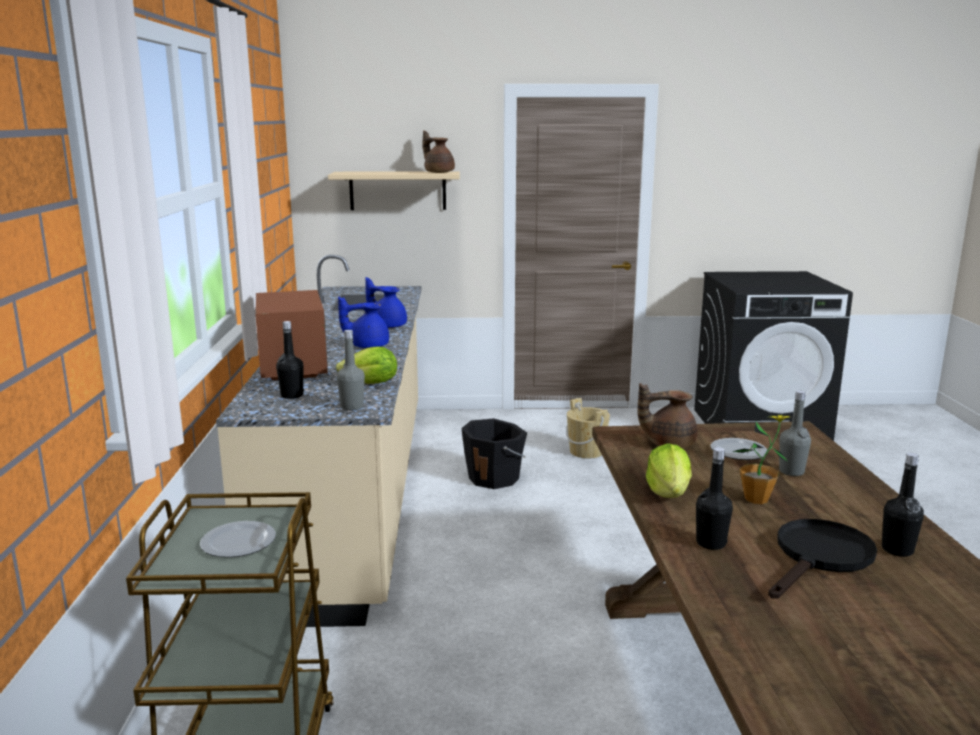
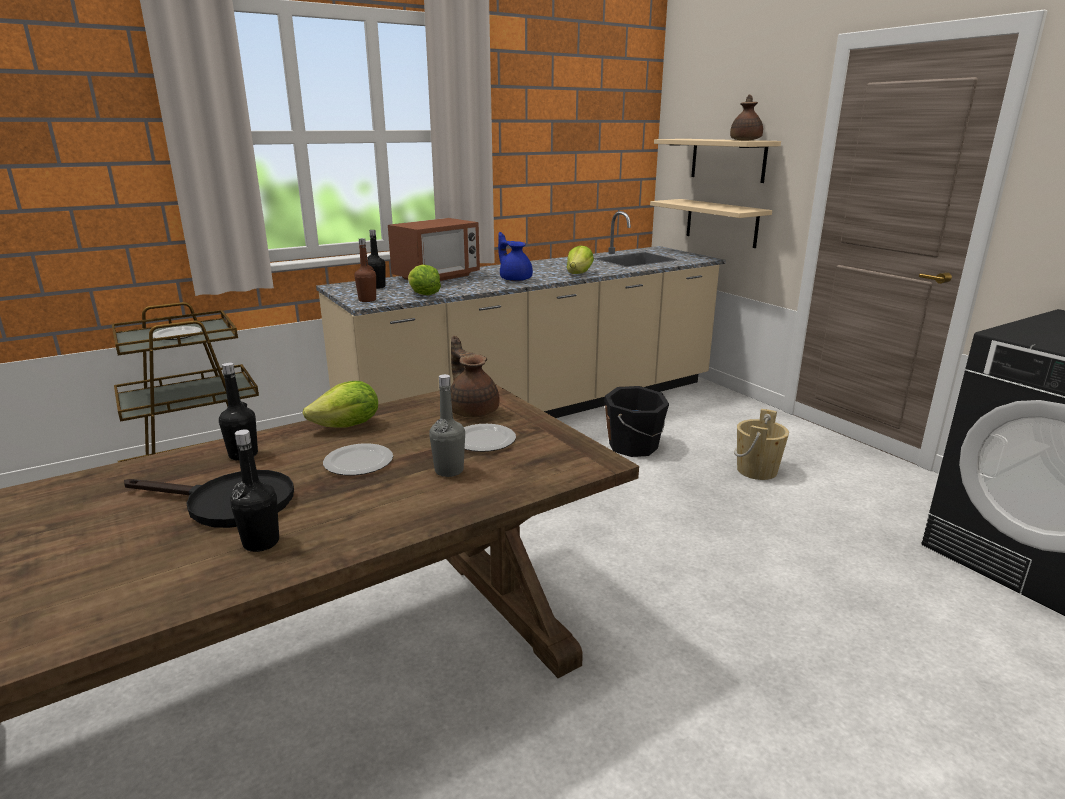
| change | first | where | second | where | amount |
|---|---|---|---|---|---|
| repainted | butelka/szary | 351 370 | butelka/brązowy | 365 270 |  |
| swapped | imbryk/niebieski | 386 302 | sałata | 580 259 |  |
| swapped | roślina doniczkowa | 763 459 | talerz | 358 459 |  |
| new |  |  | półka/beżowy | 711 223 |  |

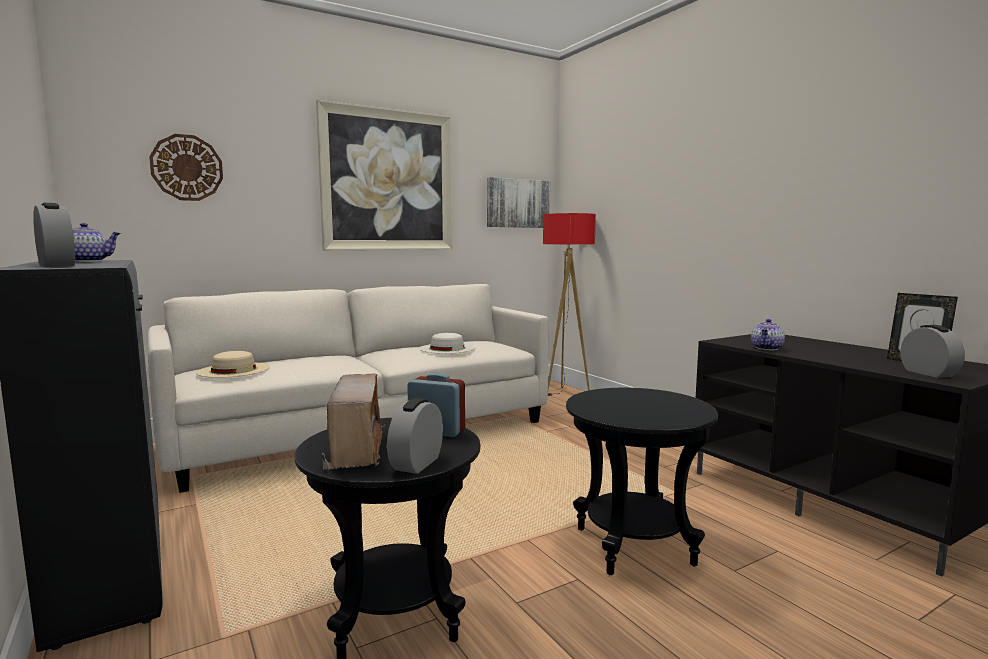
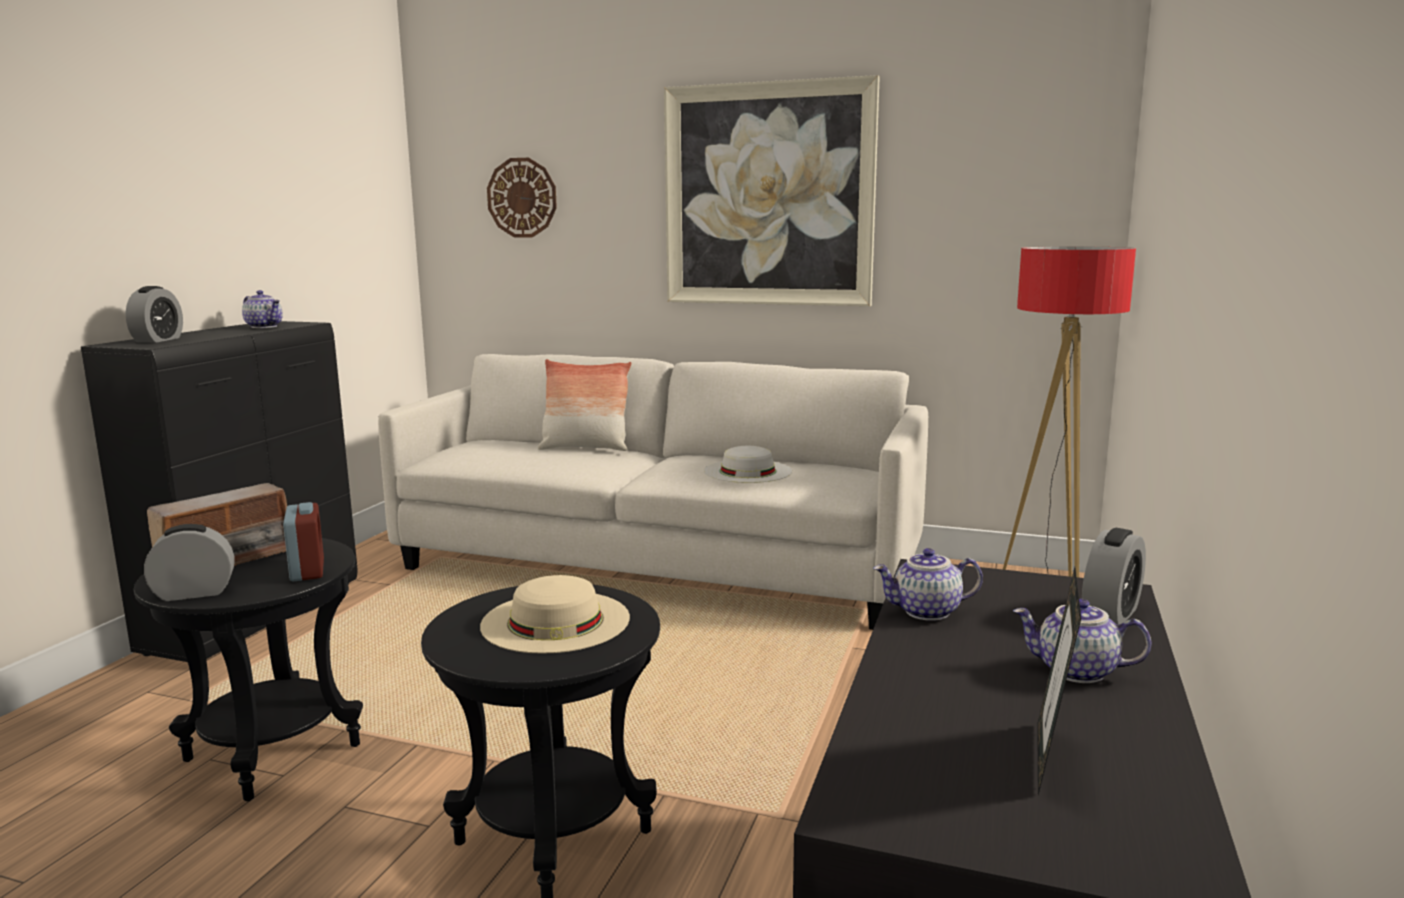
| change | first | where | second | where | amount |
|---|---|---|---|---|---|
| shifted | kapelusz/beżowy | 233 364 |  | 555 614 |  |
| gone | obraz | 518 202 |  |  |  |
| shifted | budzik | 932 351 |  | 1114 576 |  |
| new |  |  | poduszka | 585 405 |  |
| new |  |  | imbryk | 1082 641 |  |

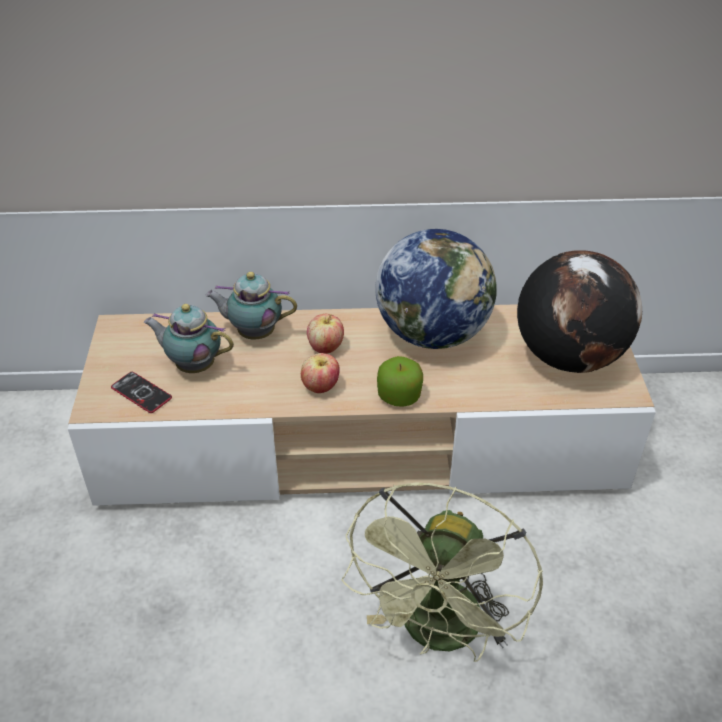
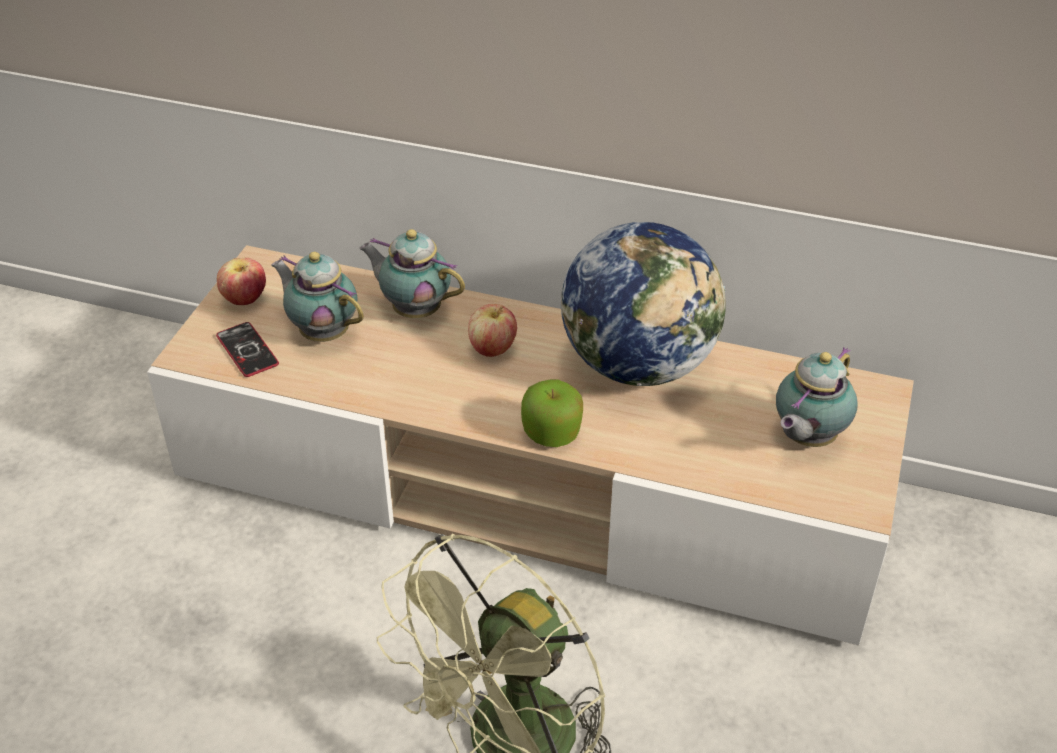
| change | first | where | second | where | amount |
|---|---|---|---|---|---|
| shifted | jabłko | 320 373 |  | 241 281 |  |
| swapped | globus | 579 311 | imbryk | 817 397 |  |

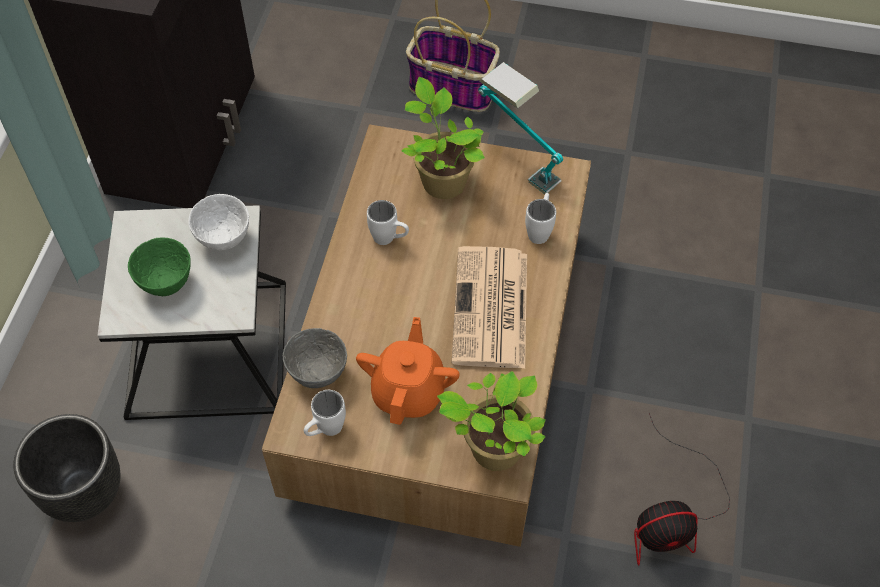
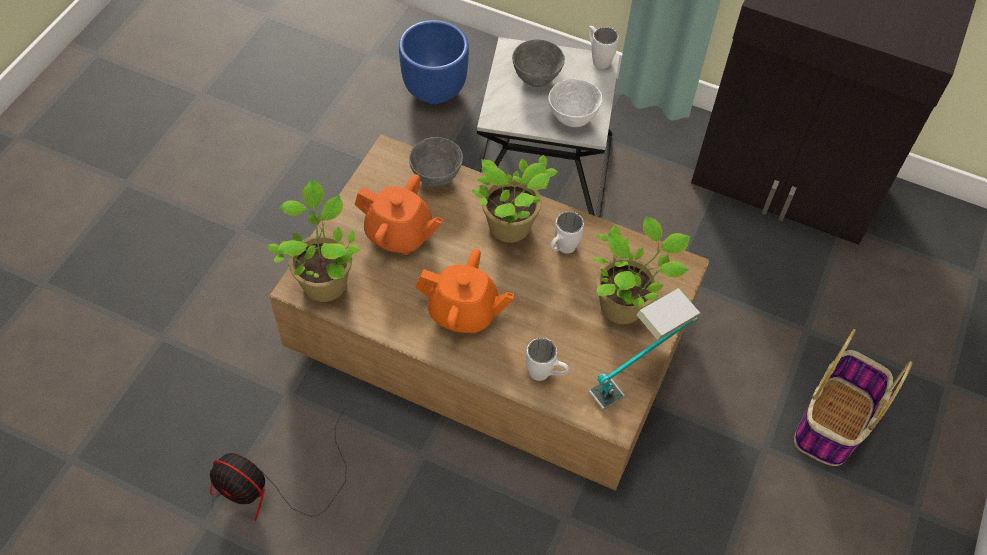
| change | first | where | second | where | amount |
|---|---|---|---|---|---|
| repainted | donica/czarny | 67 468 | donica/niebieski | 434 62 |  |
| repainted | miska/zielony | 159 266 | miska/szary | 538 63 |  |
| shifted | kubek/biały | 325 413 |  | 603 47 |  |
| swapped | gazeta | 489 307 | imbryk/pomarańczowy | 464 291 |  |
| rotated | wentylator | 682 489 |  | 278 464 | 60 degrees counterclockwise |
| new |  |  | roślina doniczkowa | 515 199 |  |

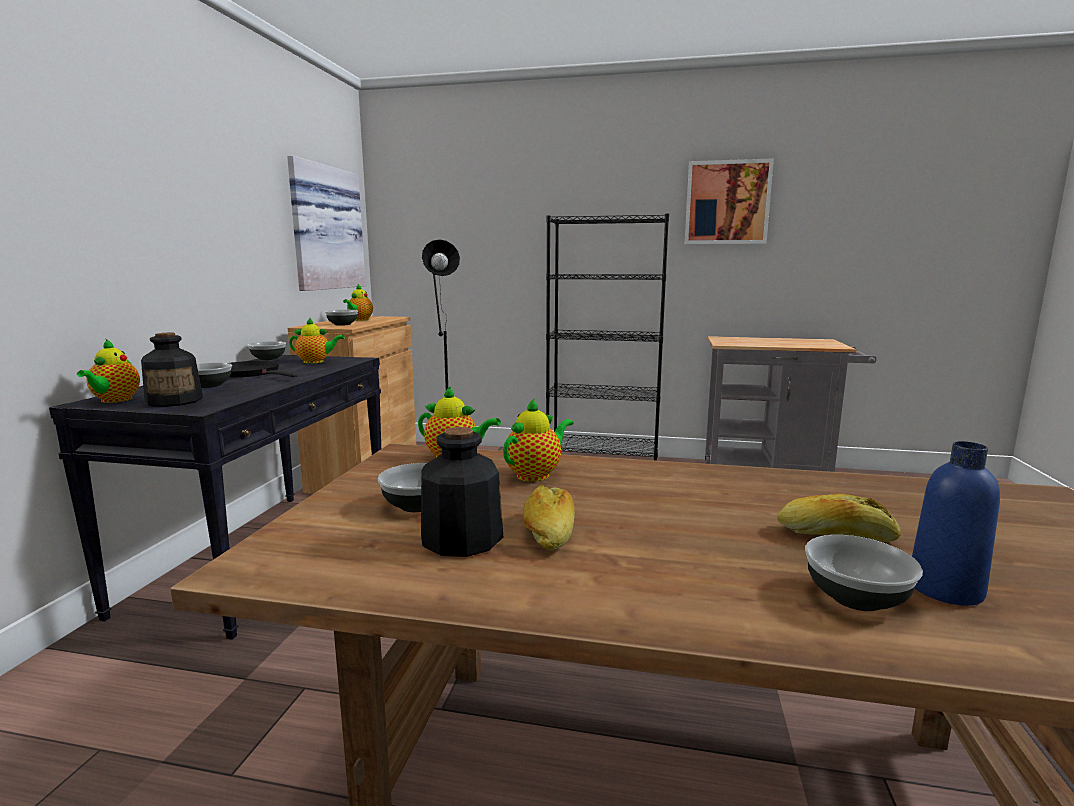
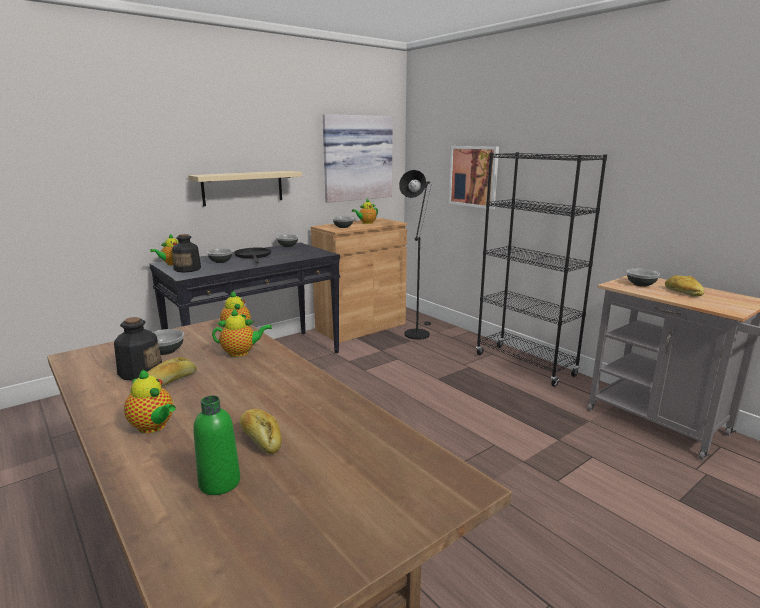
| change | first | where | second | where | amount |
|---|---|---|---|---|---|
| shifted | imbryk | 317 340 |  | 150 401 |  |
| shifted | obraz | 729 201 |  | 474 177 |  |
| shifted | miska | 864 573 |  | 643 277 |  |
| repainted | butelka/niebieski | 956 523 | butelka/zielony | 216 445 |  |
| new |  |  | półka/beżowy | 245 188 |  |
| new |  |  | chleb | 684 286 |  |

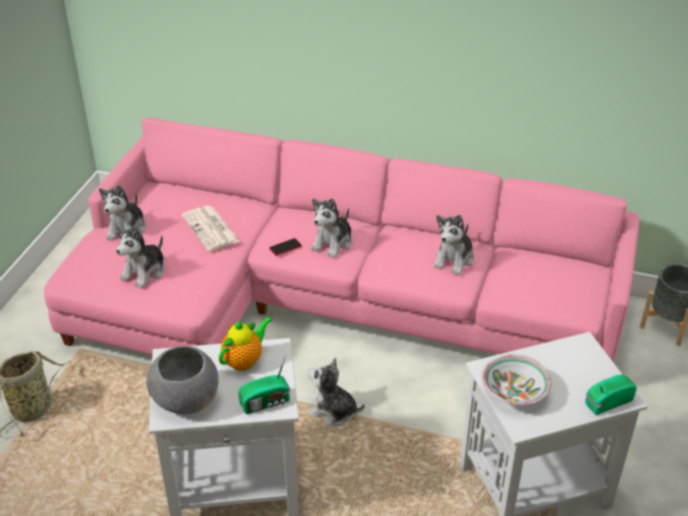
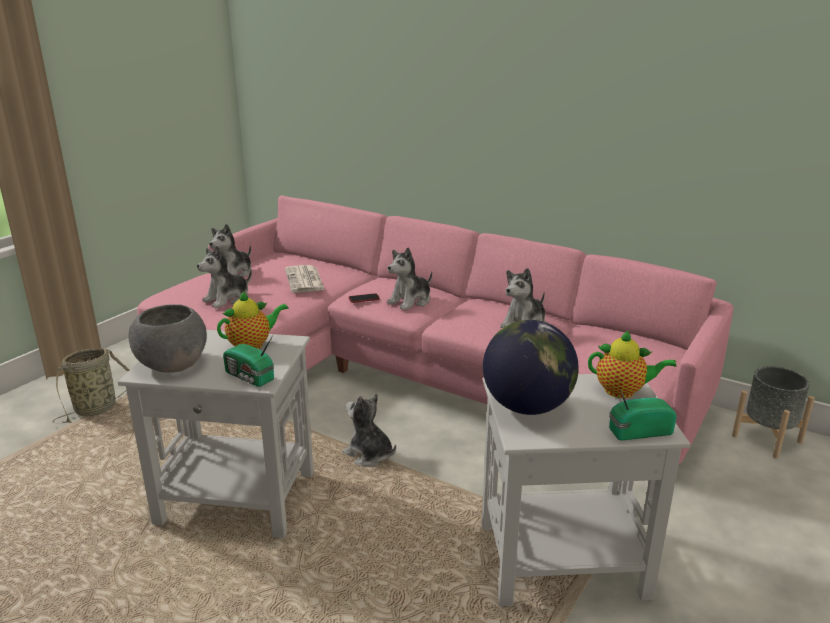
| change | first | where | second | where | amount |
|---|---|---|---|---|---|
| rotated | radio | 264 384 |  | 248 360 | 45 degrees clockwise |
| swapped | miska | 516 379 | globus | 531 367 |  |
| new |  |  | imbryk | 632 364 |  |

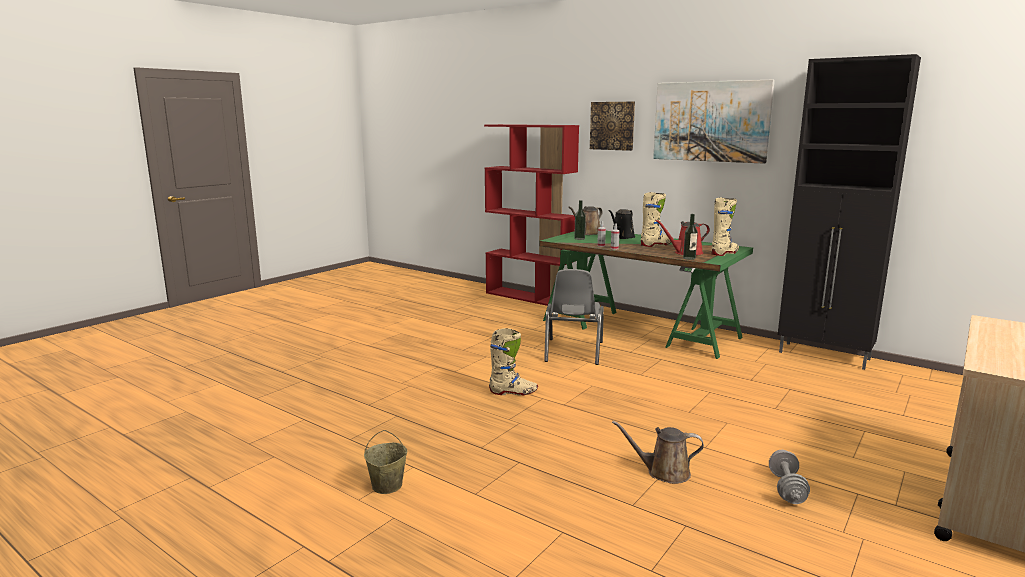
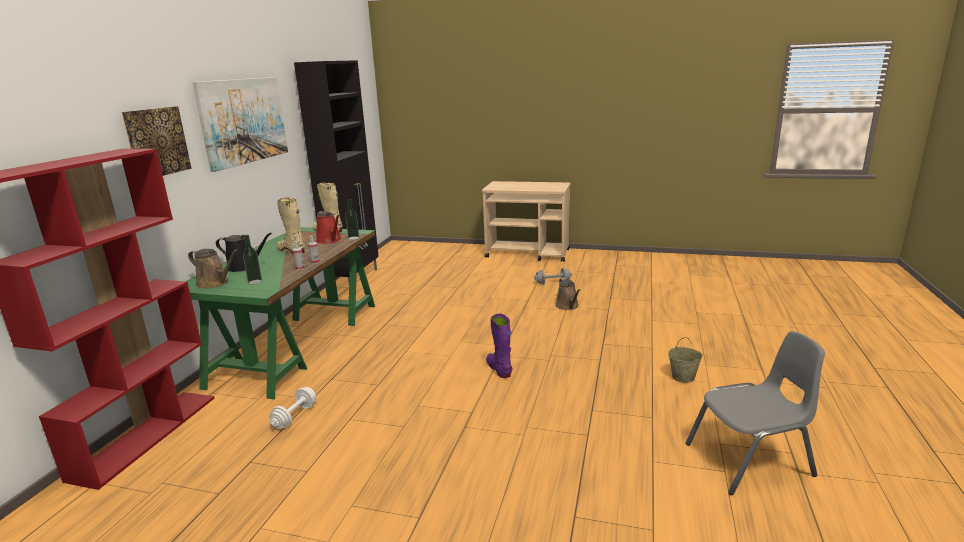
| change | first | where | second | where | amount |
|---|---|---|---|---|---|
| repainted | but z cholewką/beżowy | 513 362 | but z cholewką/fioletowy | 499 346 |  |
| shifted | krzesło/szary | 574 317 |  | 755 413 |  |
| new |  |  | hantel/biały | 292 408 |  |

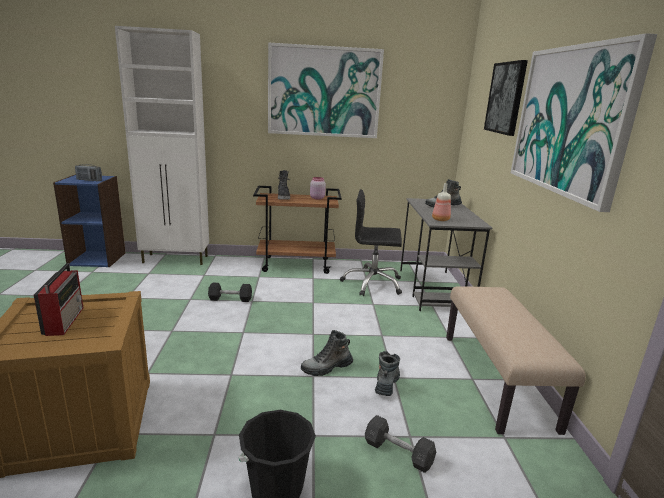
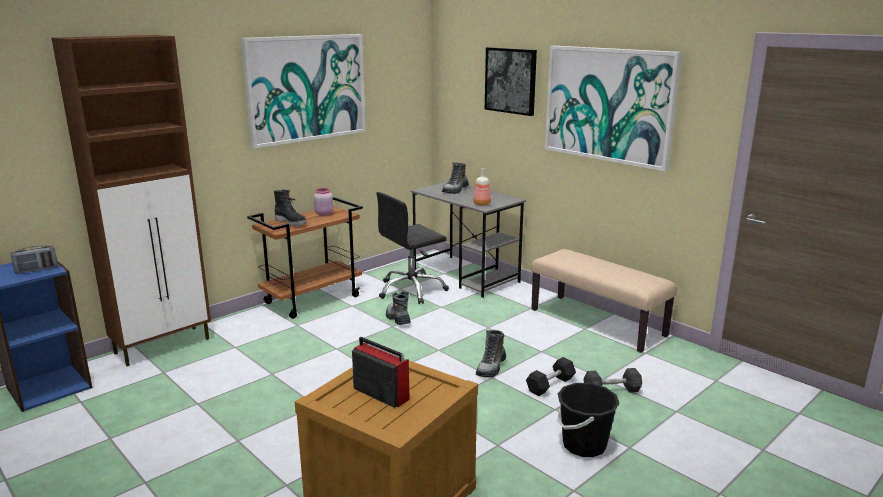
| change | first | where | second | where | amount |
|---|---|---|---|---|---|
| repainted | szafka/biały | 162 145 | szafka/brązowy | 131 200 |  |
| shifted | hantel/czarny | 230 292 |  | 551 376 |  |
| shifted | but z cholewką | 387 373 |  | 398 308 |  |

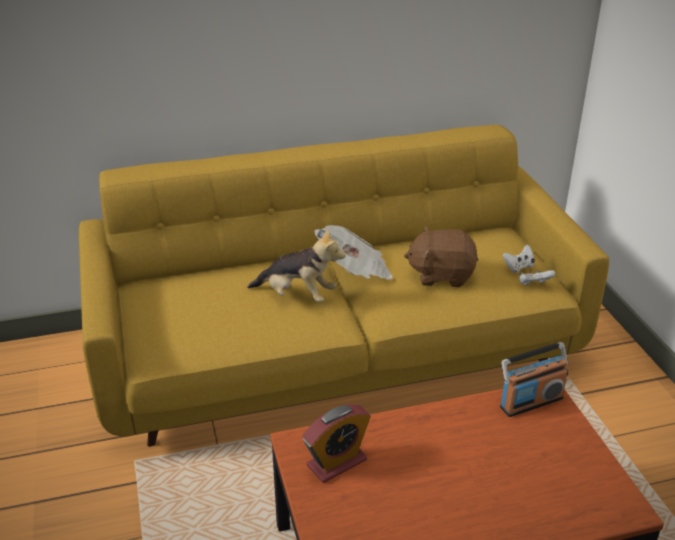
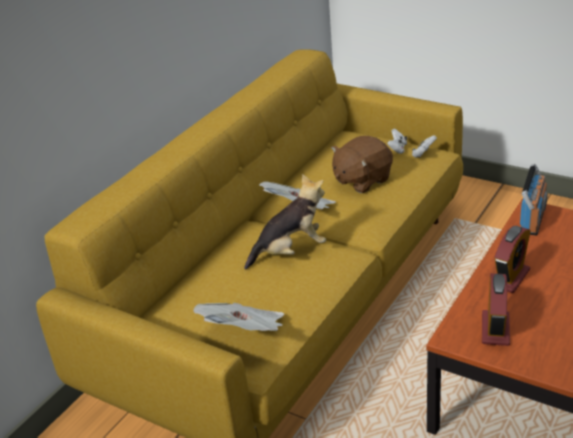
| change | first | where | second | where | amount |
|---|---|---|---|---|---|
| new |  |  | gazeta | 238 317 |  |
| new |  |  | budzik | 512 259 |  |

